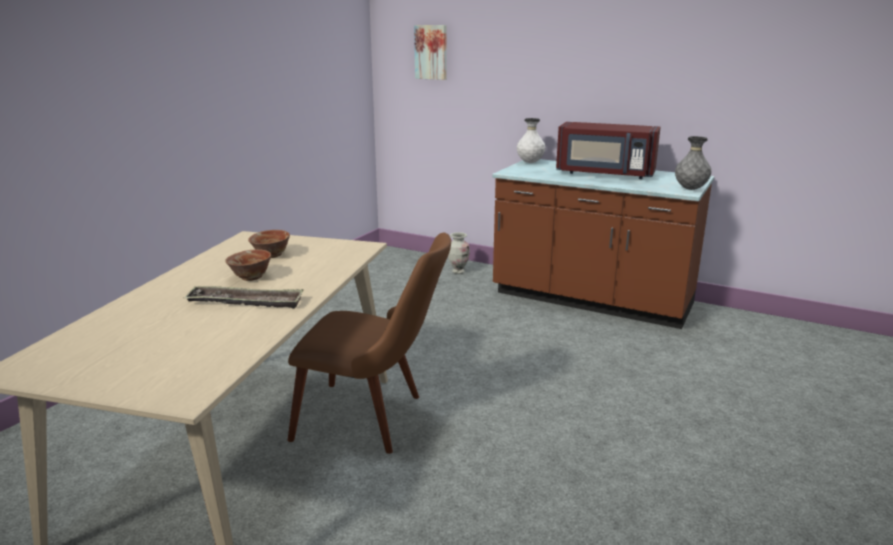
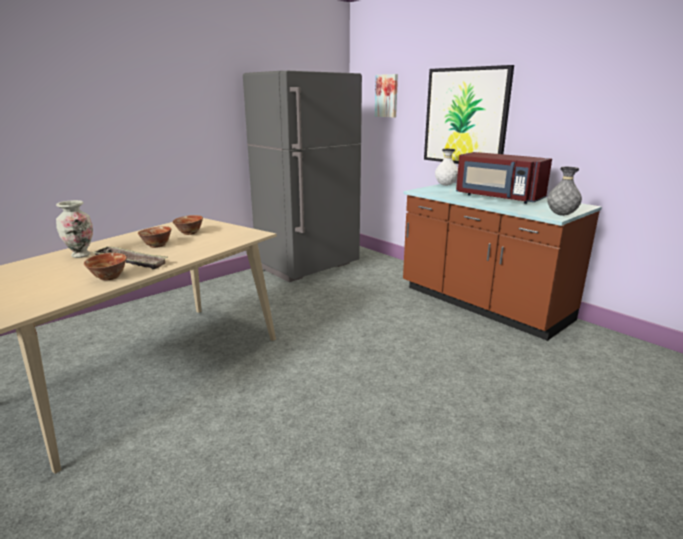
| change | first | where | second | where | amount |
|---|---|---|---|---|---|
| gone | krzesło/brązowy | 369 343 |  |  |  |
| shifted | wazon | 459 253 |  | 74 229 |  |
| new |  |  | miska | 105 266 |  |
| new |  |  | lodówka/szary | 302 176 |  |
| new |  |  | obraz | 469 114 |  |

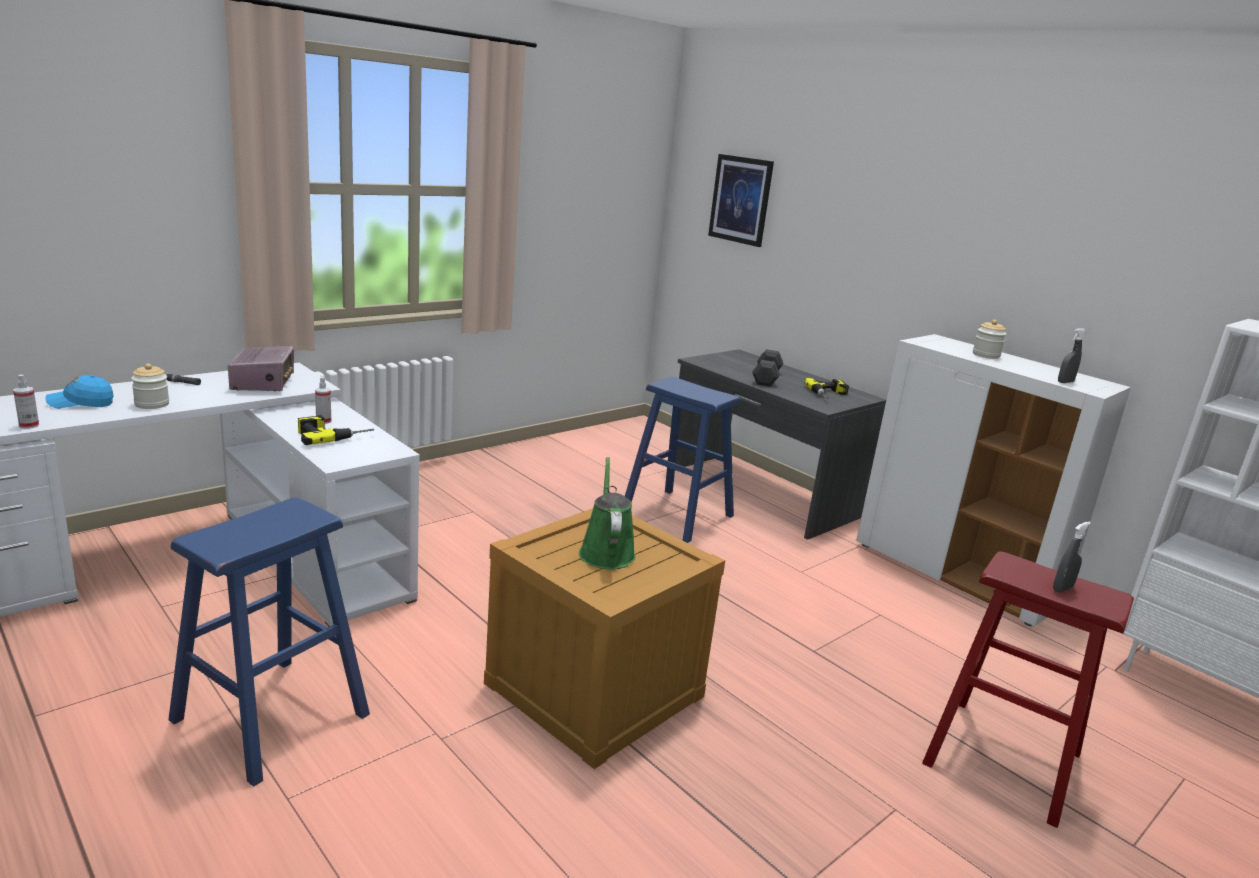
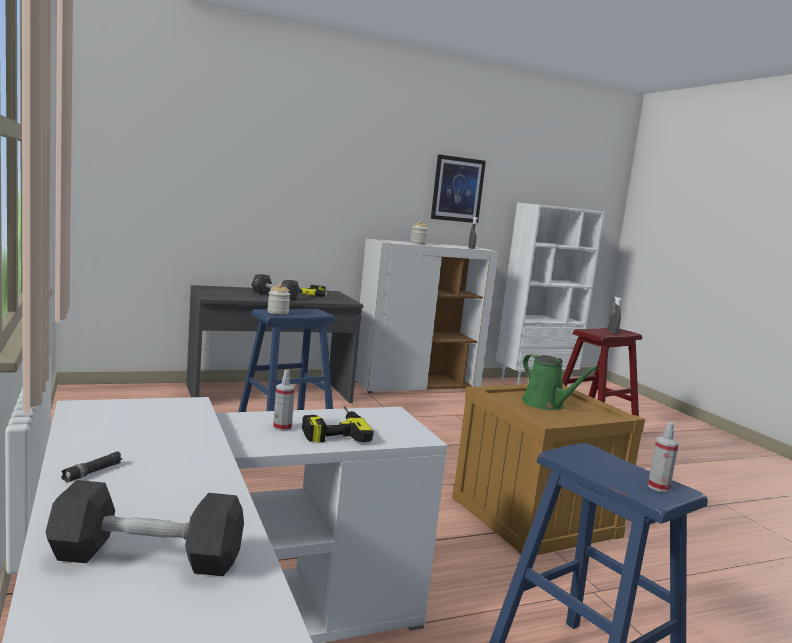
| change | first | where | second | where | amount |
|---|---|---|---|---|---|
| shifted | spryskiwacz | 26 402 |  | 663 457 |  |
| swapped | czapka z daszkiem/niebieski | 79 392 | hantel/czarny | 145 528 |  |
| shifted | słoik | 150 386 |  | 279 299 |  |
| gone | radio | 261 368 |  |  |  |
| rotated | konewka/zielony | 607 513 |  | 560 382 | 135 degrees counterclockwise |
| shifted | obraz | 741 200 |  | 458 189 |  |

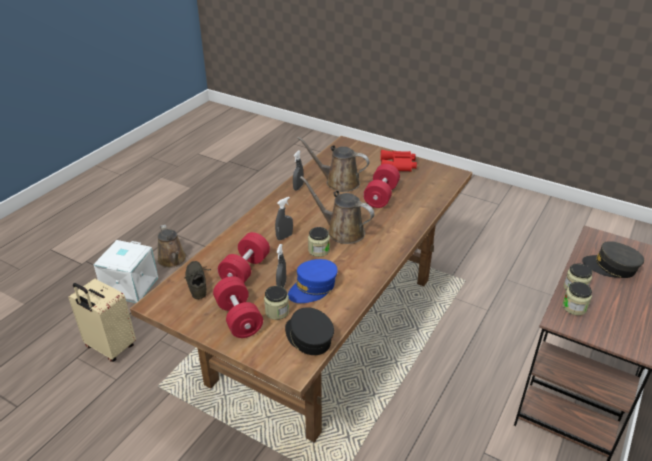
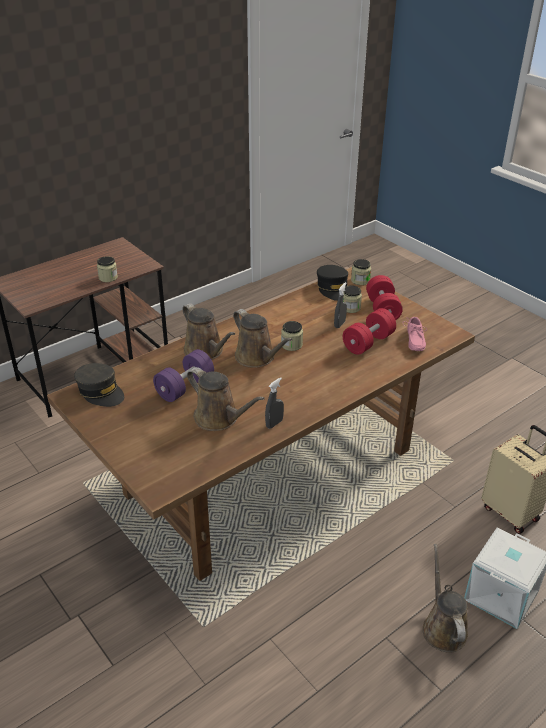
| change | first | where | second | where | amount |
|---|---|---|---|---|---|
| repainted | but/szary | 198 280 | but/różowy | 415 334 |  |
| gone | spryskiwacz/szary | 284 218 |  |  |  |
| gone | czapka z daszkiem/niebieski | 313 281 |  |  |  |
| repainted | hantel/czerwony | 381 186 | hantel/fioletowy | 183 375 |  |
| gone | lornetka/czerwony | 399 161 |  |  |  |
| shifted | słoik | 577 298 |  | 361 272 |  |
| shifted | czapka z daszkiem/szary | 613 259 |  | 99 385 |  |
| new |  |  | konewka/brązowy | 209 331 |  |

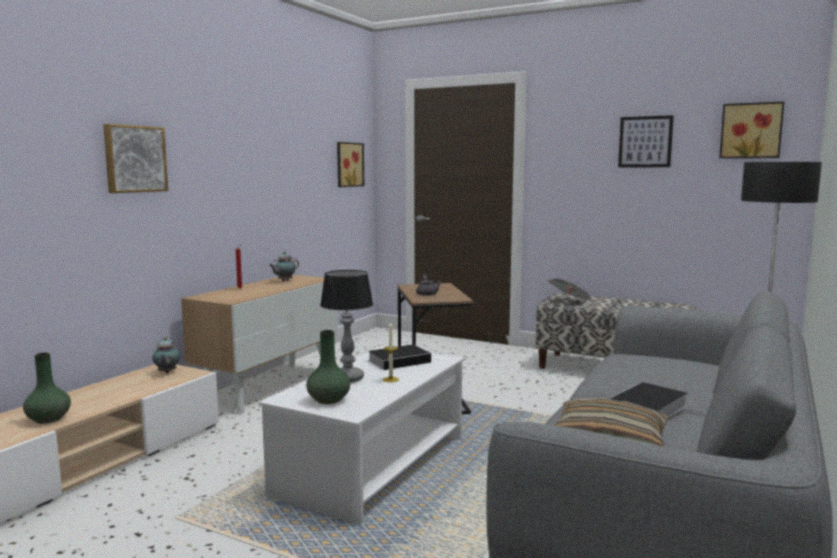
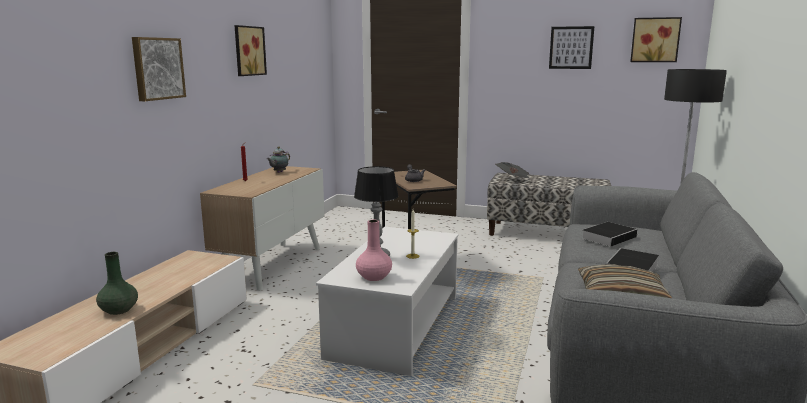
| change | first | where | second | where | amount |
|---|---|---|---|---|---|
| gone | imbryk | 166 355 |  |  |  |
| repainted | wazon/zielony | 328 367 | wazon/różowy | 374 250 |  |
| shifted | obraz | 350 164 |  | 251 50 |  |
| shifted | książka | 402 357 |  | 609 234 |  |

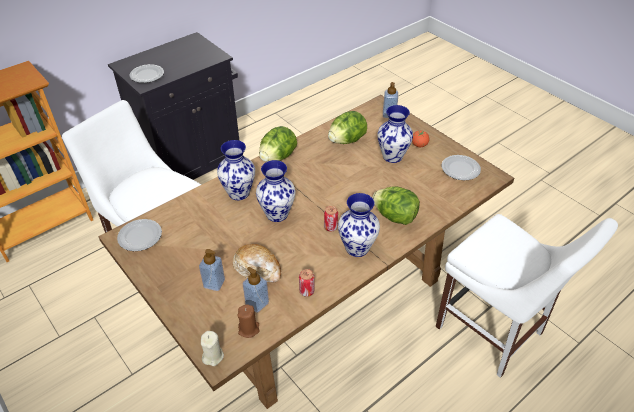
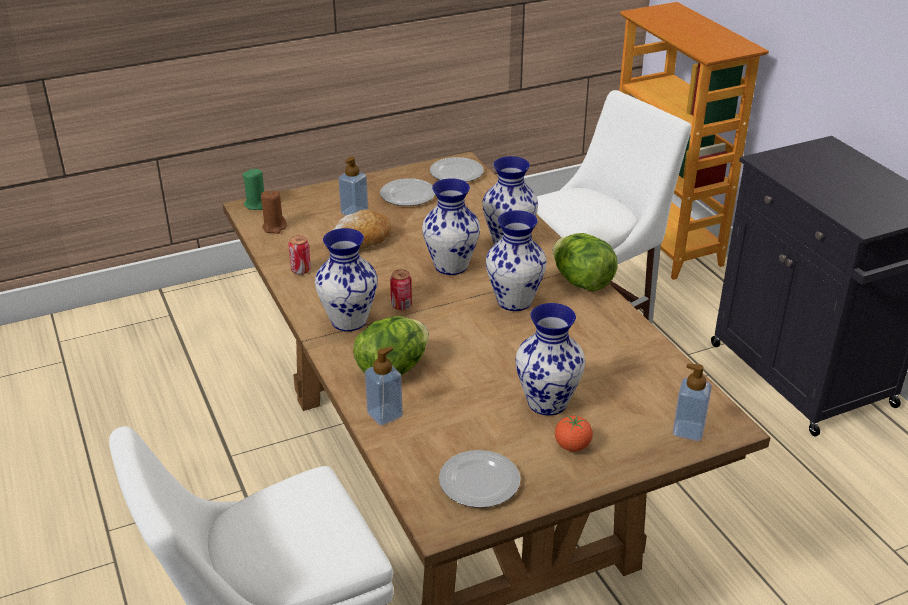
| change | first | where | second | where | amount |
|---|---|---|---|---|---|
| shifted | talerz | 147 73 |  | 407 192 |  |
| repainted | świeca/beżowy | 212 348 | świeca/zielony | 253 189 |  |
| shifted | dozownik mydła | 256 290 |  | 384 386 |  |
| gone | sałata | 347 127 |  |  |  |
| new |  |  | wazon | 516 260 |  |

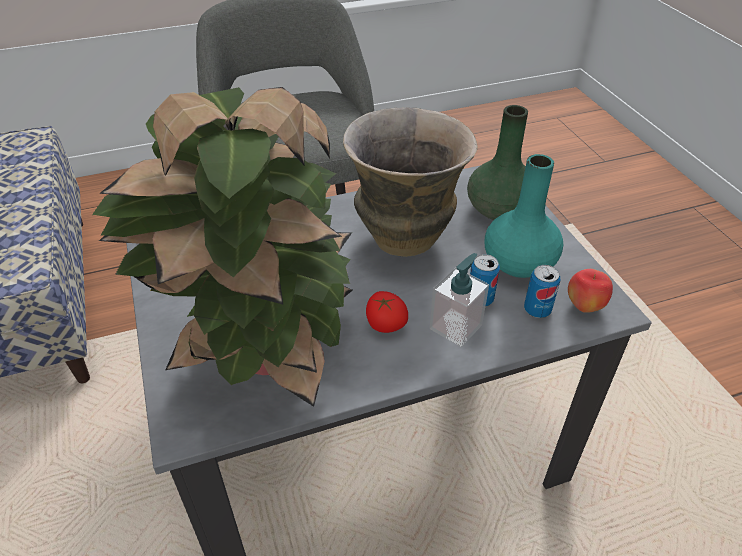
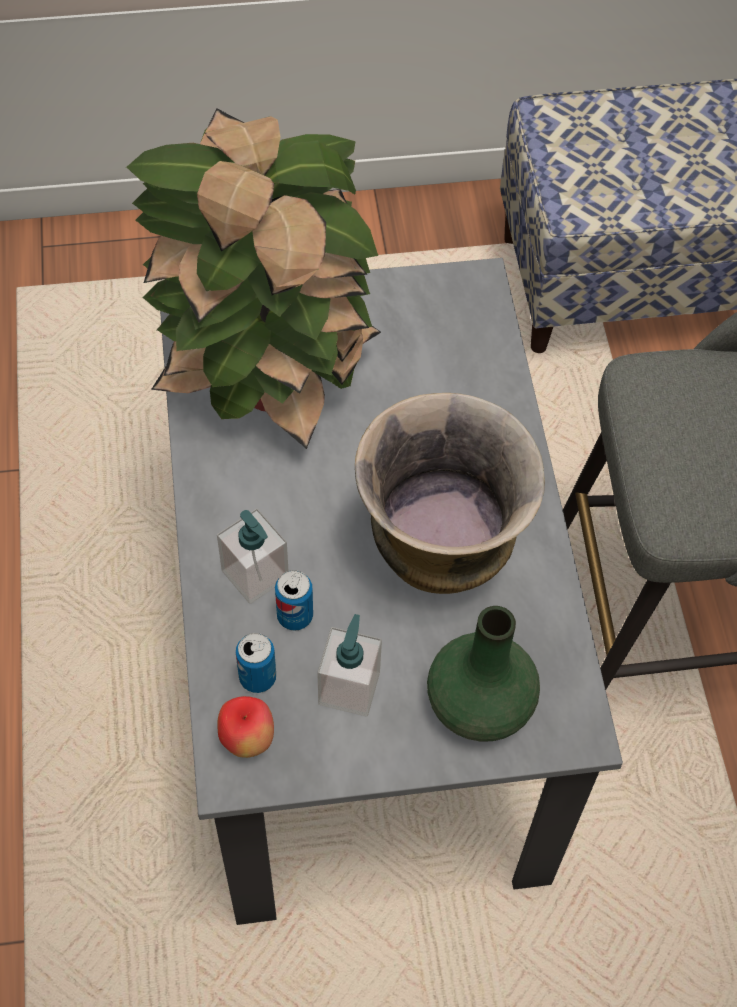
| change | first | where | second | where | amount |
|---|---|---|---|---|---|
| gone | pomidor | 387 312 |  |  |  |
| swapped | wazon/turkusowy | 524 216 | dozownik mydła | 349 665 |  |

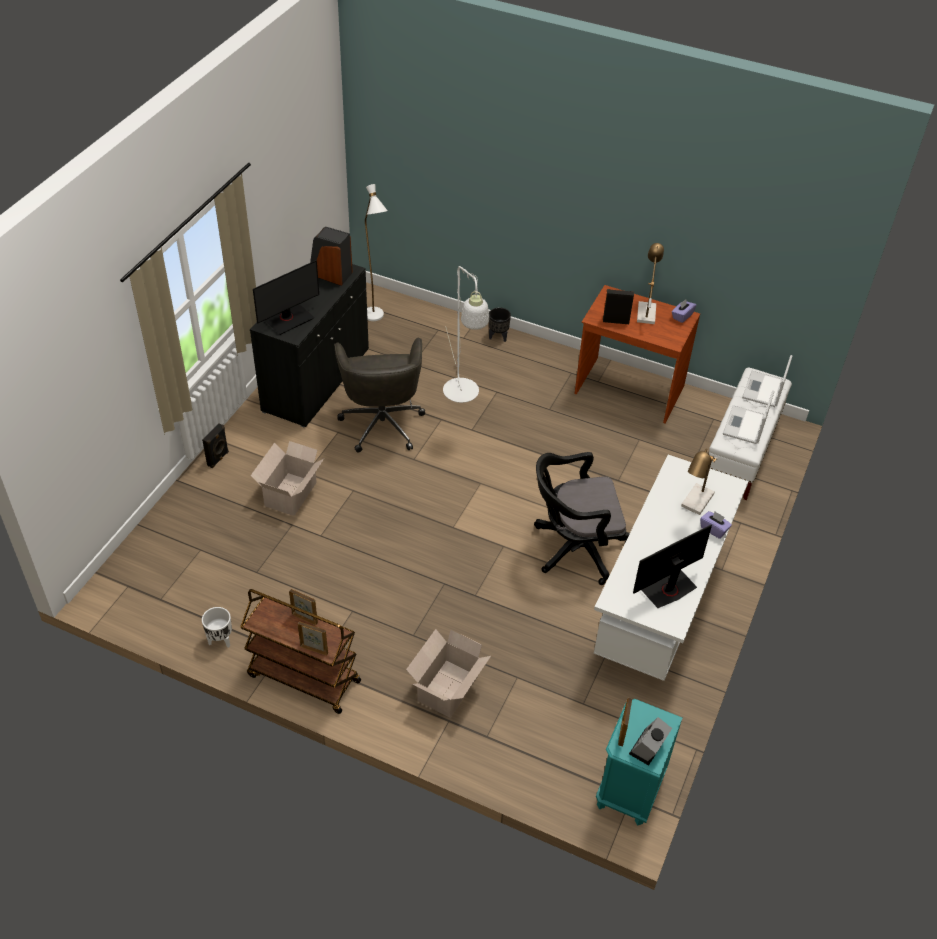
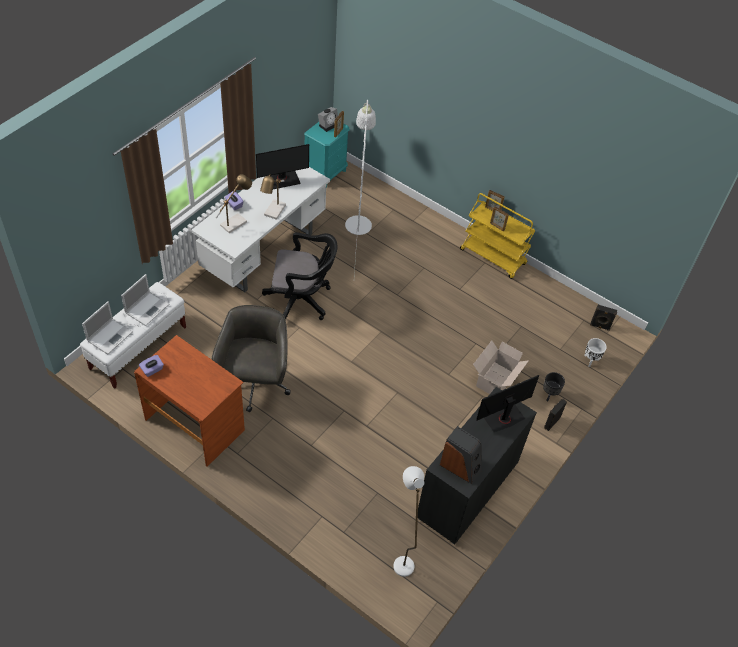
| change | first | where | second | where | amount |
|---|---|---|---|---|---|
| shifted | donica/biały | 217 627 |  | 595 352 |  |
| repainted | wózek/brązowy | 300 651 | wózek/żółty | 498 236 |  |
| shifted | krzesło biurowe/szary | 379 395 |  | 251 358 |  |
| gone | karton | 448 673 |  |  |  |
| shifted | lampa stojąca/biały | 466 334 |  | 360 187 |  |
| shifted | donica/czarny | 500 324 |  | 554 386 |  |
| shifted | głośnik/czarny | 618 306 |  | 603 318 |  |
| shifted | lampa stołowa | 650 283 |  | 273 197 |  |

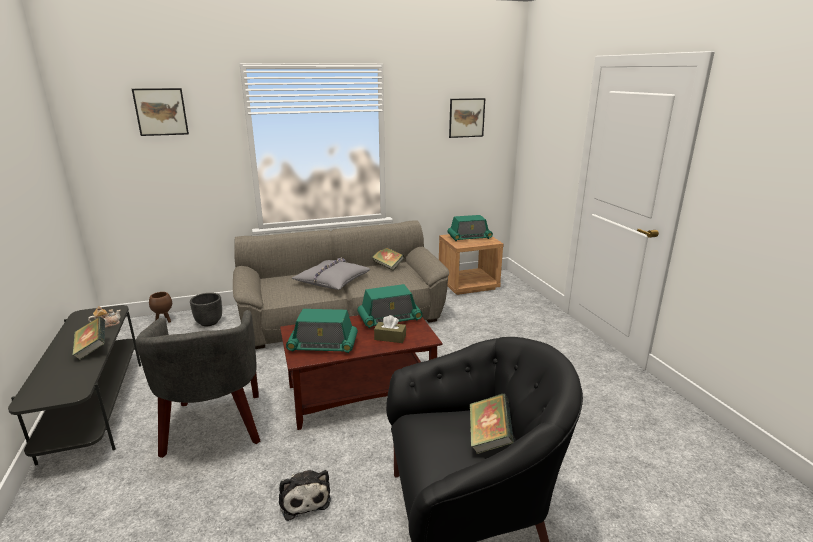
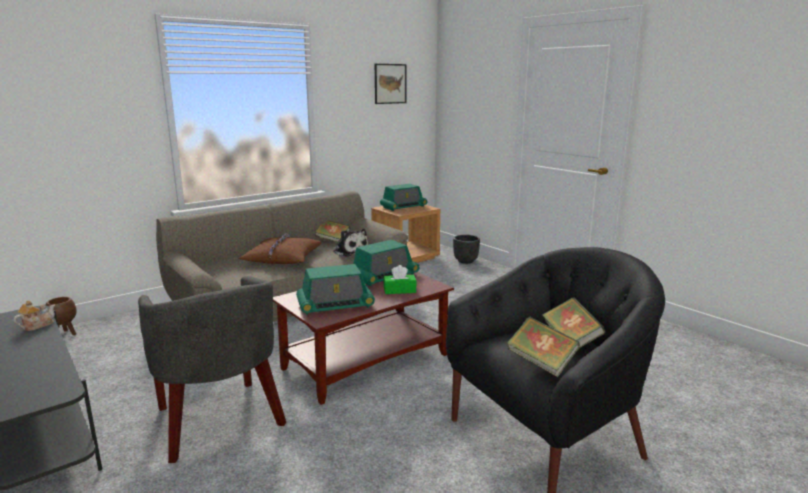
| change | first | where | second | where | amount |
|---|---|---|---|---|---|
| shifted | książka | 88 338 |  | 543 347 |  |
| gone | obraz | 160 112 |  |  |  |
| shifted | donica/czarny | 206 309 |  | 466 249 |  |
| shifted | pluszak | 305 495 |  | 350 243 |  |
| repainted | poduszka/szary | 331 274 | poduszka/brązowy | 280 248 |  |
| repainted | pudełko chusteczek/brązowy | 390 329 | pudełko chusteczek/zielony | 400 279 |  |

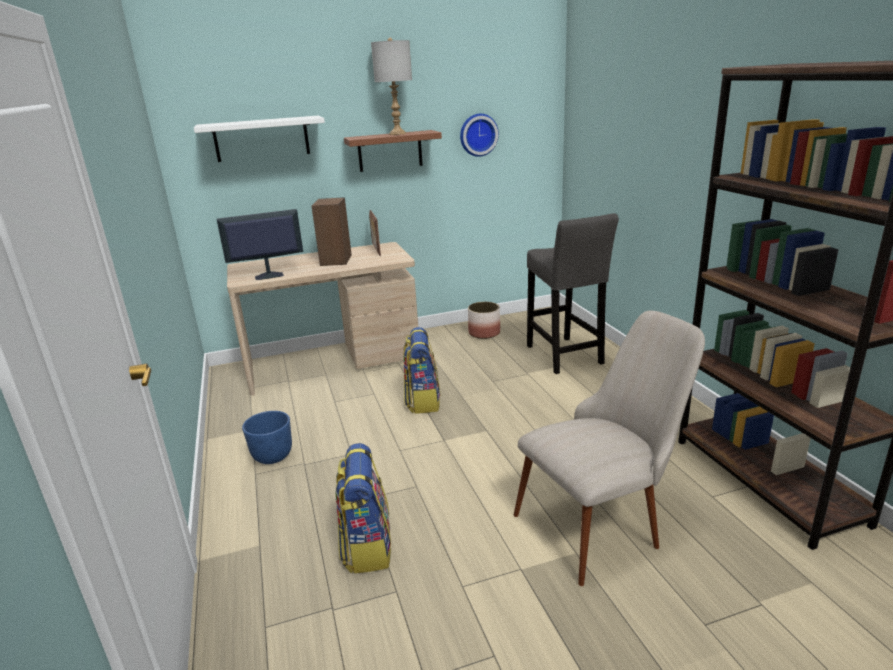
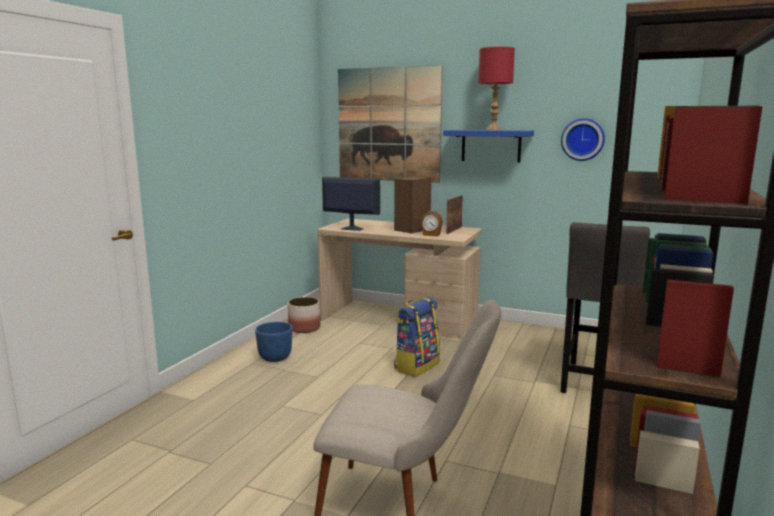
| change | first | where | second | where | amount |
|---|---|---|---|---|---|
| swapped | półka/biały | 259 139 | obraz | 390 124 |  |
| gone | plecak | 363 508 |  |  |  |
| repainted | półka/brązowy | 393 151 | półka/niebieski | 488 146 |  |
| repainted | lampa stołowa/szary | 391 86 | lampa stołowa/czerwony | 496 88 |  |
| shifted | donica | 484 320 |  | 304 315 |  |
| new |  |  | budzik | 432 223 |  |

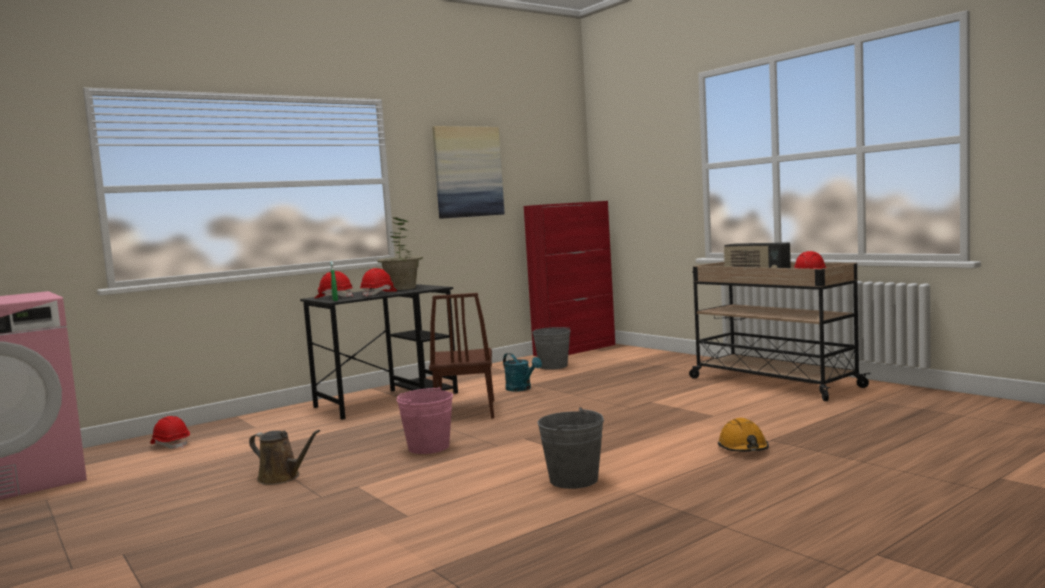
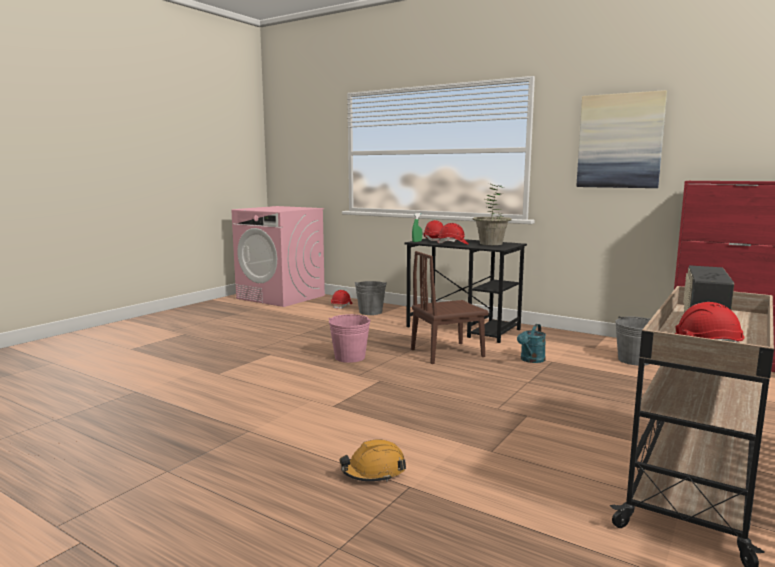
| change | first | where | second | where | amount |
|---|---|---|---|---|---|
| gone | konewka/brązowy | 284 457 |  |  |  |
| shifted | wiadro/szary | 570 448 |  | 371 298 |  |

